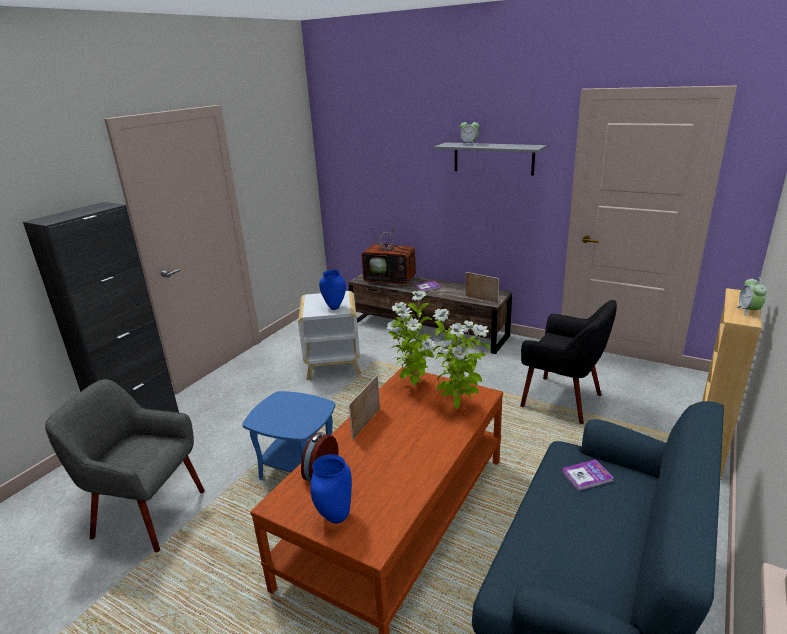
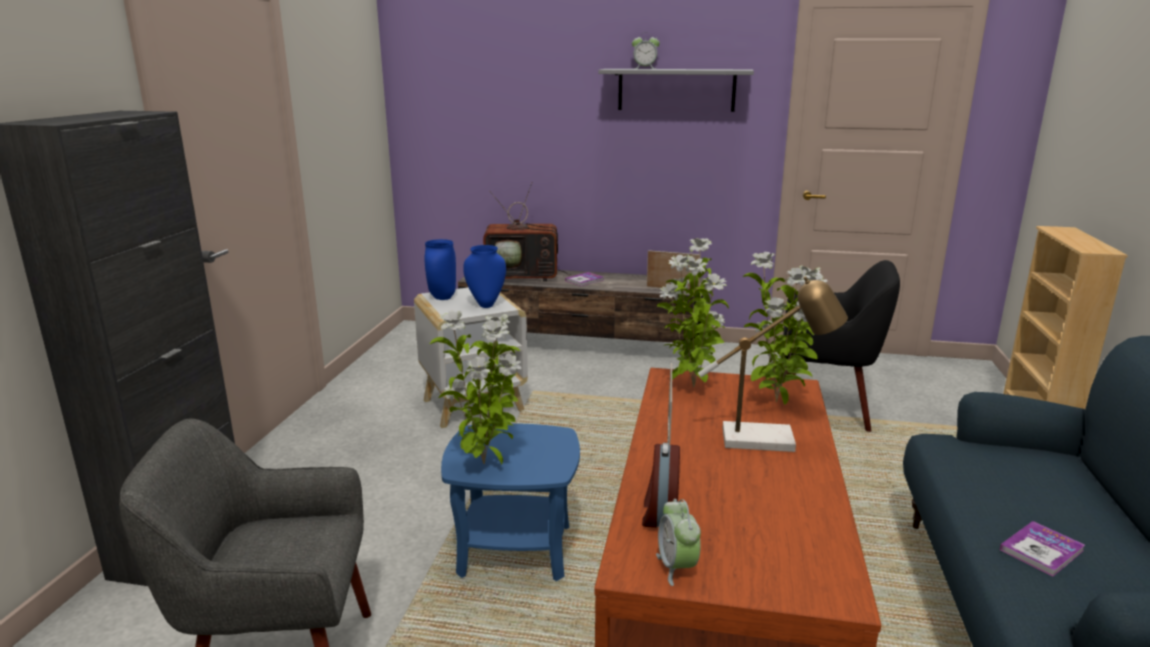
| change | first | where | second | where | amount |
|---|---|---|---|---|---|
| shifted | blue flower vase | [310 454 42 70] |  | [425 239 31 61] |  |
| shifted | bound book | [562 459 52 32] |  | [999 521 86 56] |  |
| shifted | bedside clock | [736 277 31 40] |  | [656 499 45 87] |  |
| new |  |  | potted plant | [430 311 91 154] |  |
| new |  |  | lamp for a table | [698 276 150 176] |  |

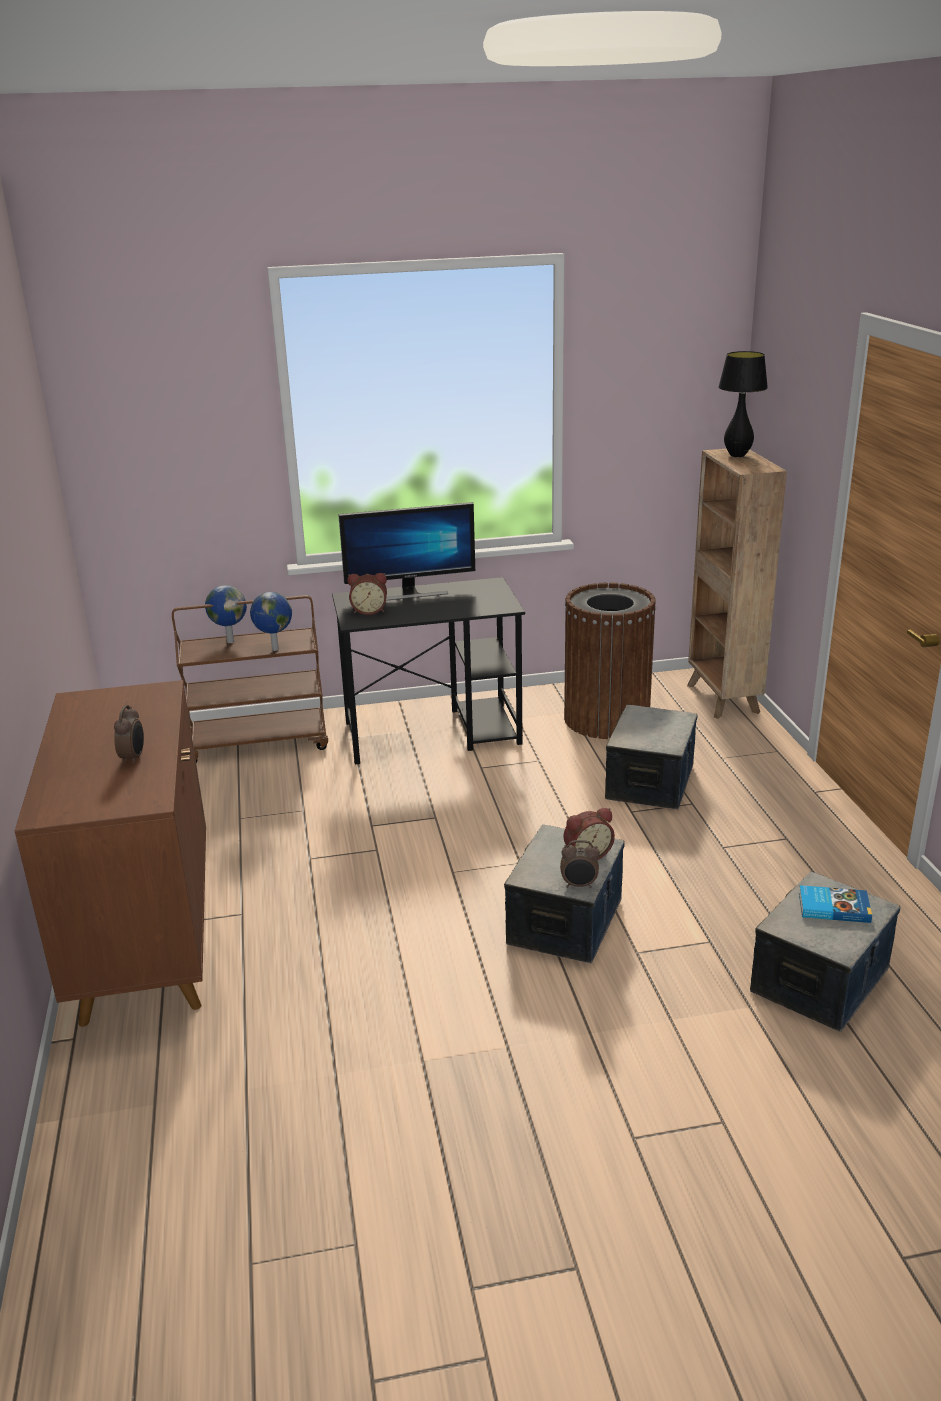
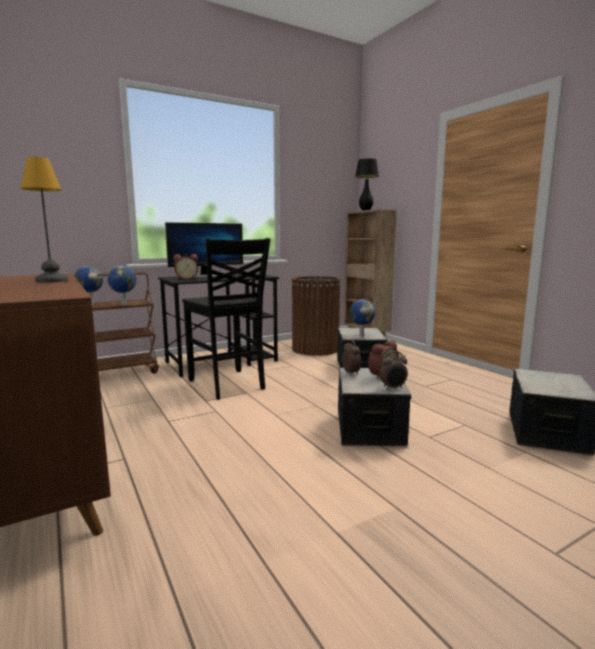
| change | first | where | second | where | amount |
|---|---|---|---|---|---|
| shifted | bedside clock | [114 705 30 59] |  | [342 340 19 35] |  |
| gone | bound book | [799 885 73 38] |  |  |  |
| new |  |  | lamp for a table | [21 157 47 126] |  |
| new |  |  | blackish chair | [182 238 88 162] |  |
| new |  |  | desk globe | [349 299 26 38] |  |

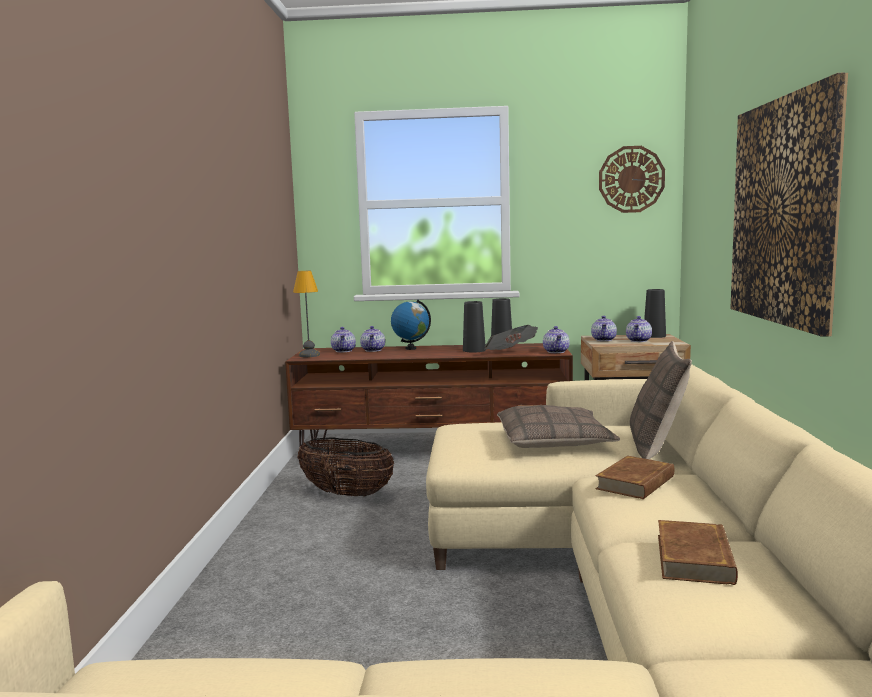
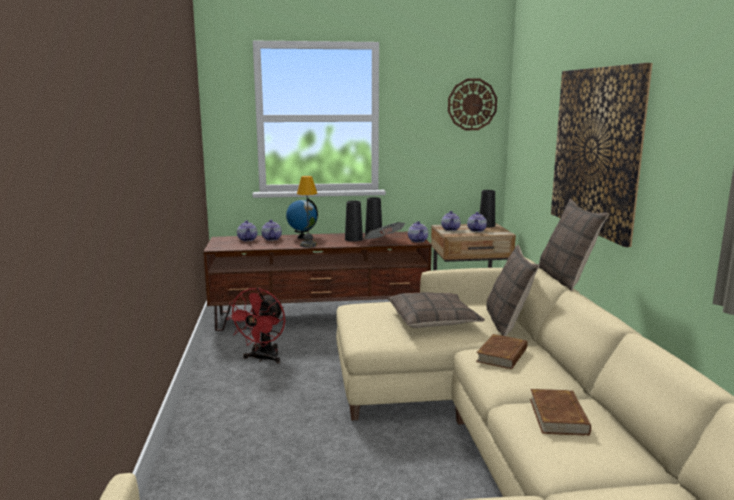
| change | first | where | second | where | amount |
|---|---|---|---|---|---|
| shifted | lamp for a table | [293 271 27 86] |  | [297 176 20 71] |  |
| swapped | household basket | [297 437 97 59] | red-coloured electric fan | [227 288 58 75] |  |
| new |  |  | cushion | [539 199 70 92] |  |

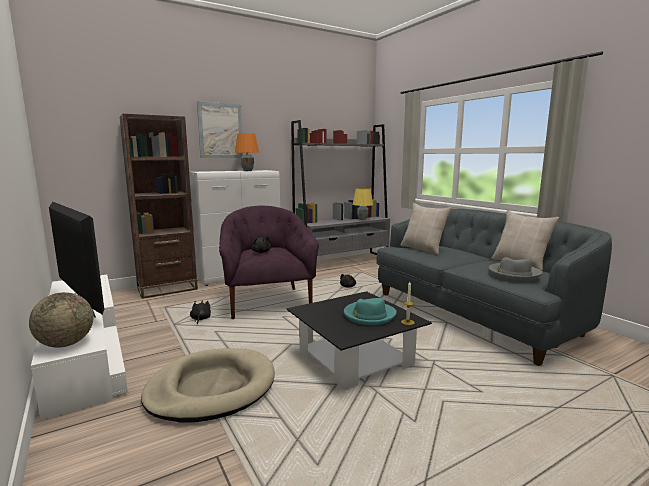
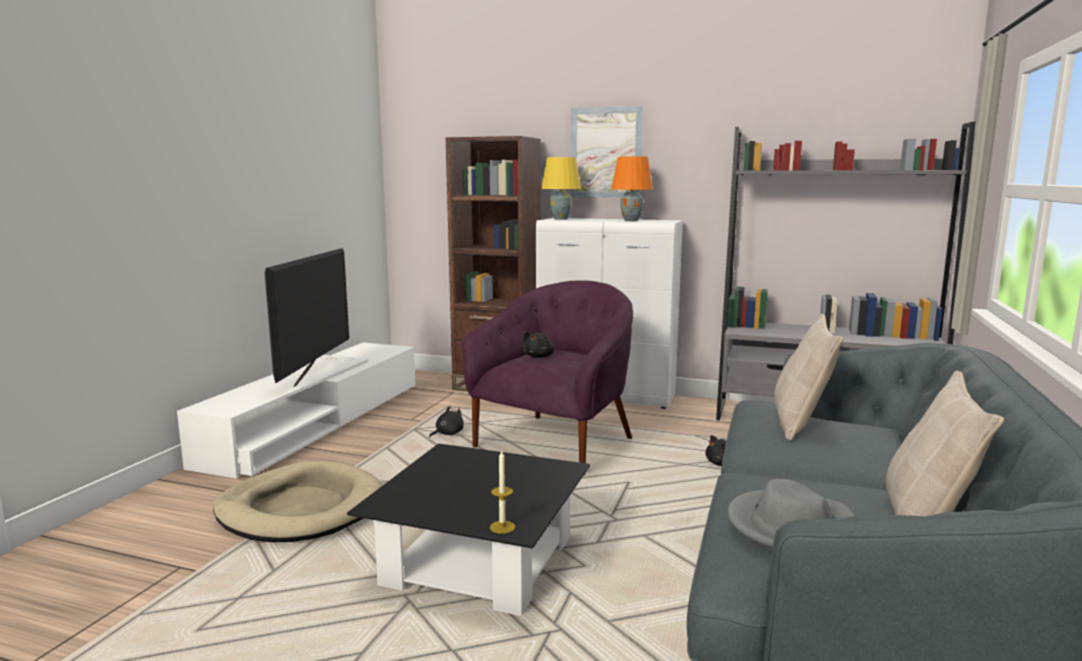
| change | first | where | second | where | amount |
|---|---|---|---|---|---|
| gone | desk globe | [29 292 65 56] |  |  |  |
| gone | blue-green clothing hat | [344 298 53 27] |  |  |  |
| shifted | yellow-coloured lamp for a table | [353 188 20 32] |  | [541 157 40 63] |  |

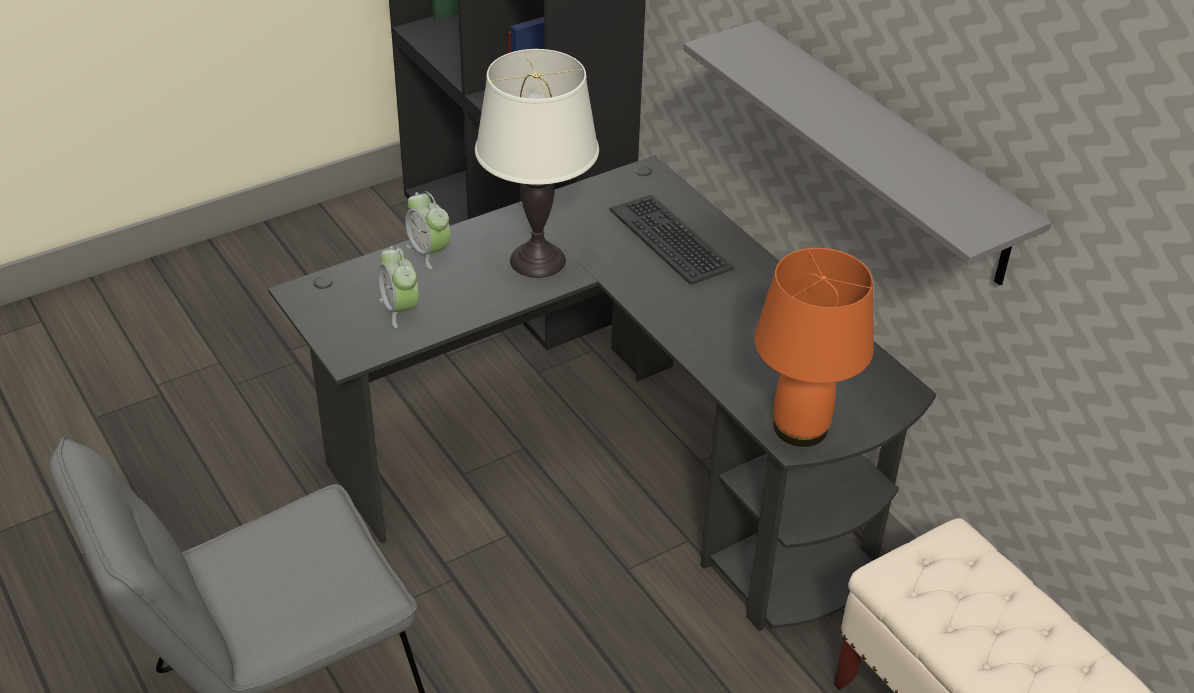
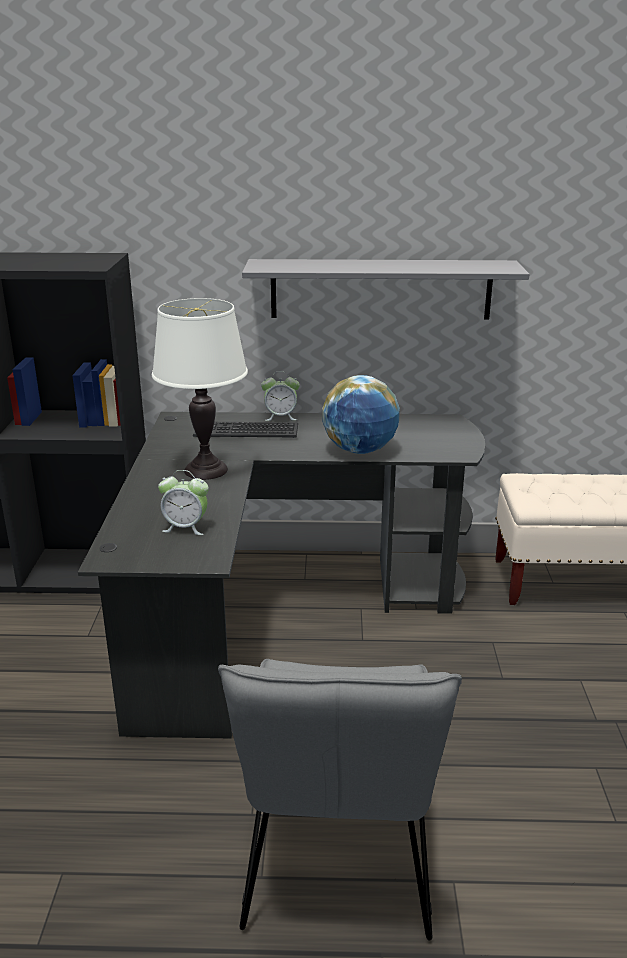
| change | first | where | second | where | amount |
|---|---|---|---|---|---|
| shifted | bedside clock | [405 191 46 78] |  | [261 371 39 50] |  |
| gone | orangey lamp for a table | [754 248 120 199] |  |  |  |
| new |  |  | desk globe | [322 375 78 79] |  |

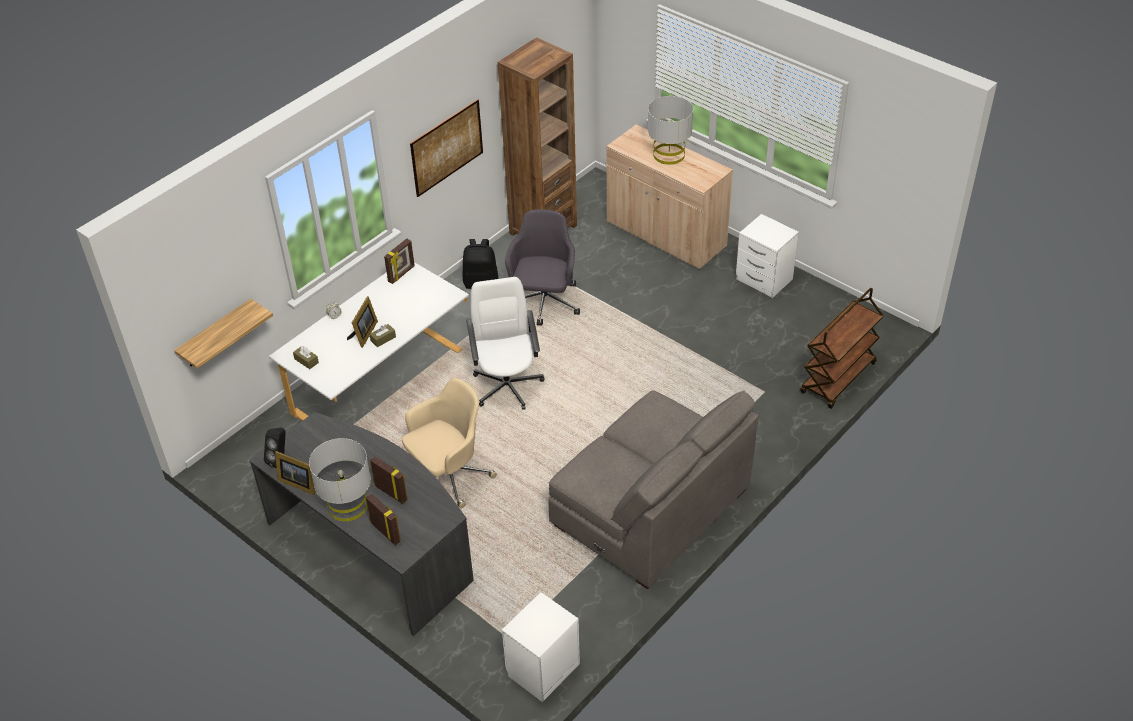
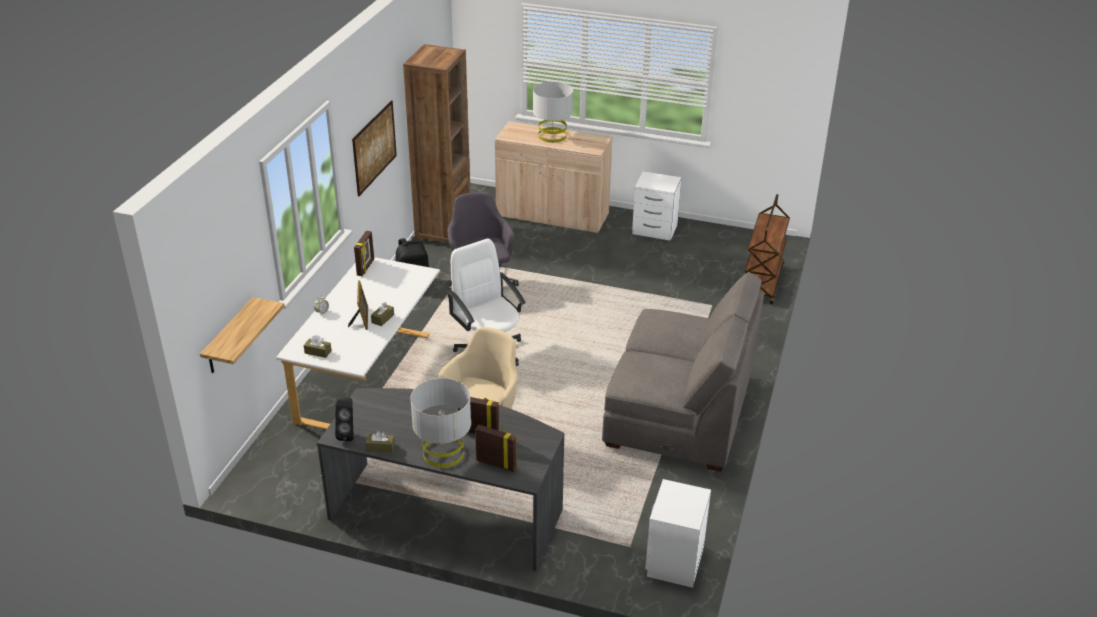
| change | first | where | second | where | amount |
|---|---|---|---|---|---|
| swapped | standing frame | [275 451 40 44] | brown box of tissues | [365 431 30 22] |  |

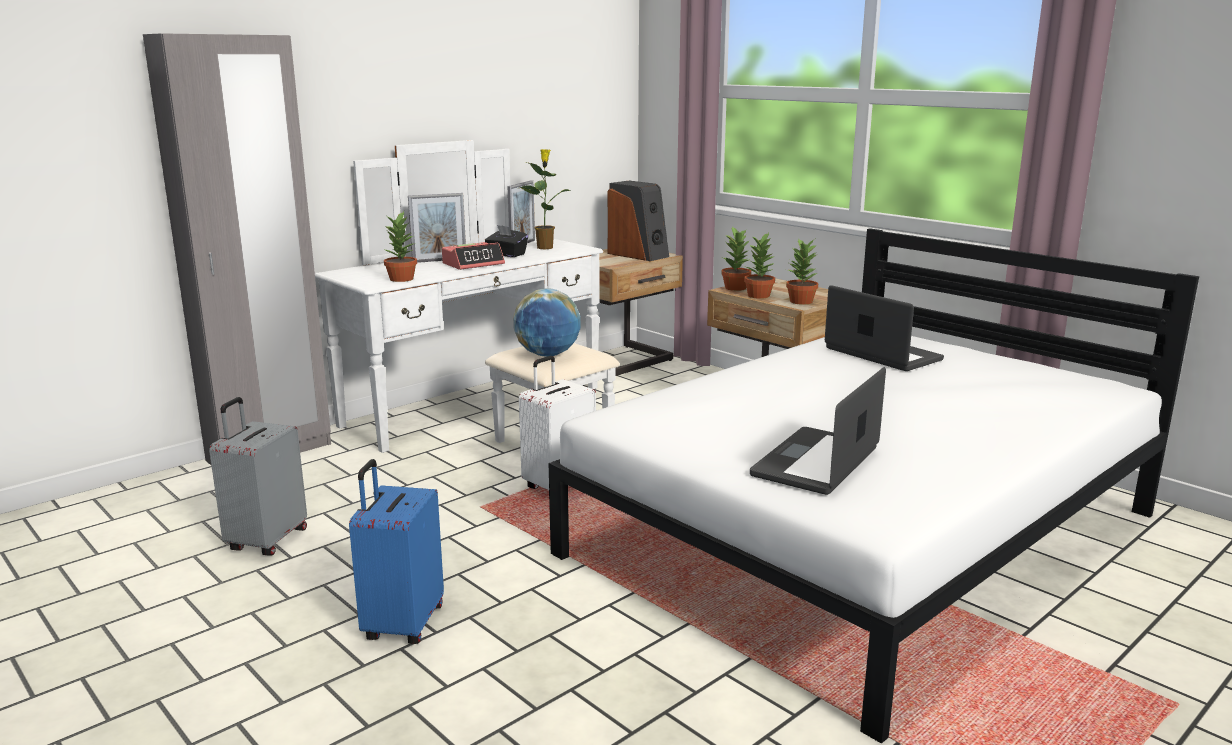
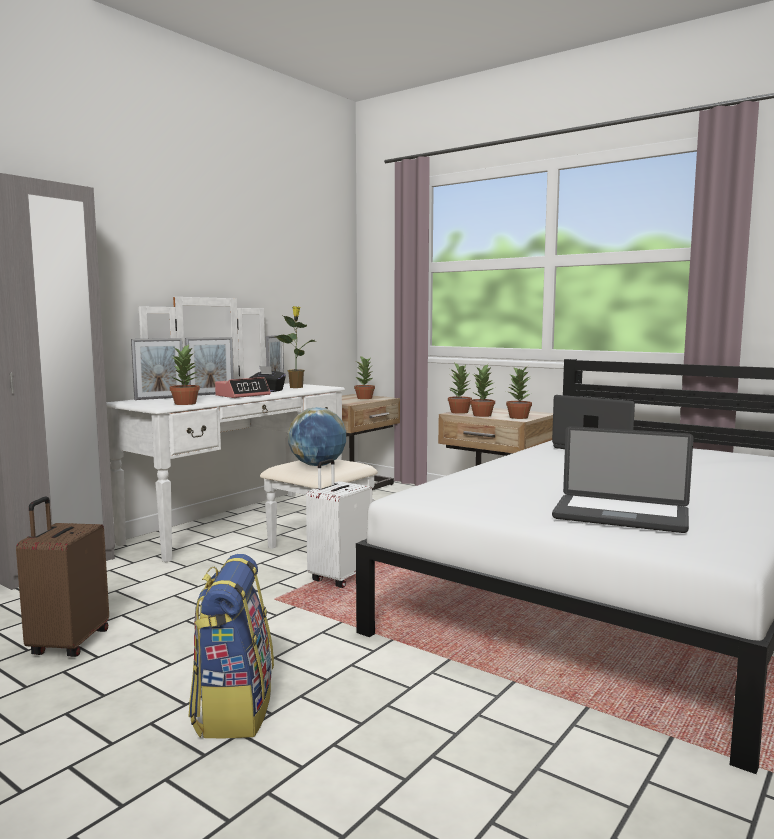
| change | first | where | second | where | amount |
|---|---|---|---|---|---|
| repainted | greyish travel case | [209 397 98 159] | brown travel case | [16 497 93 160] |  |
| swapped | blue travel case | [349 459 95 185] | knapsack | [188 554 86 184] |  |
| swapped | audio speaker | [607 181 62 80] | potted plant | [354 357 21 42] |  |
| rotated | portable computer | [750 367 136 128] |  | [552 426 142 107] | 90 degrees counterclockwise |
| new |  |  | standing frame | [131 338 52 62] |  |

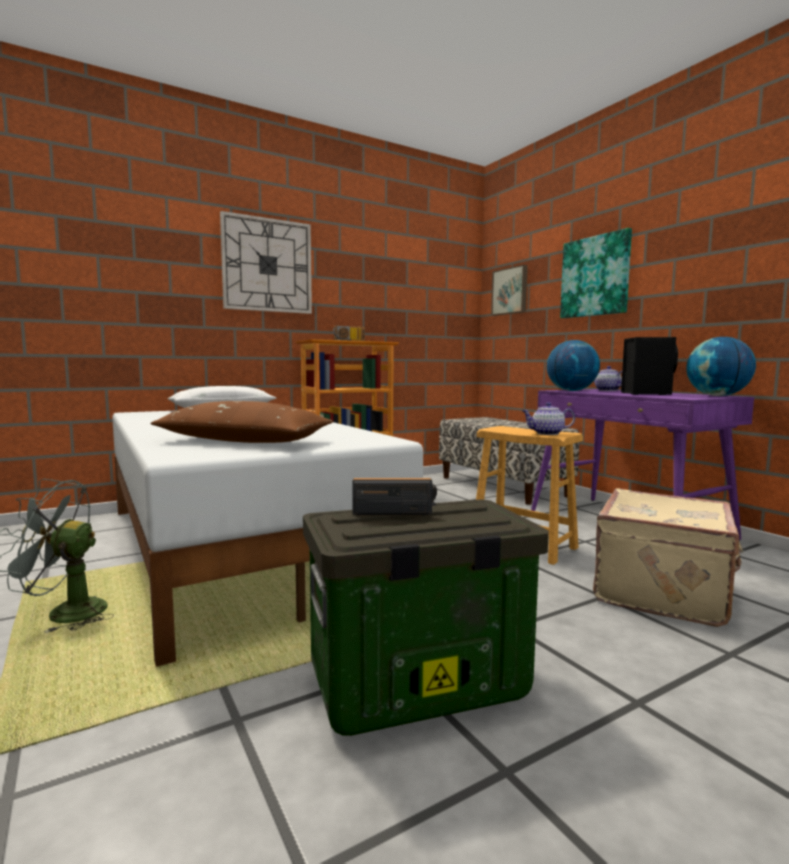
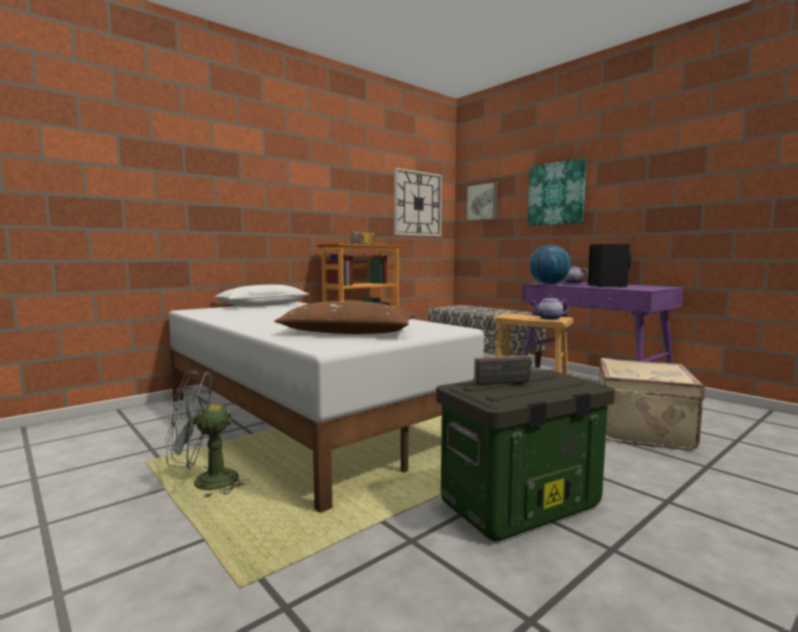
| change | first | where | second | where | amount |
|---|---|---|---|---|---|
| shifted | wall clock | [220 211 92 103] |  | [394 168 48 68] |  |
| gone | desk globe | [686 337 70 59] |  |  |  |

